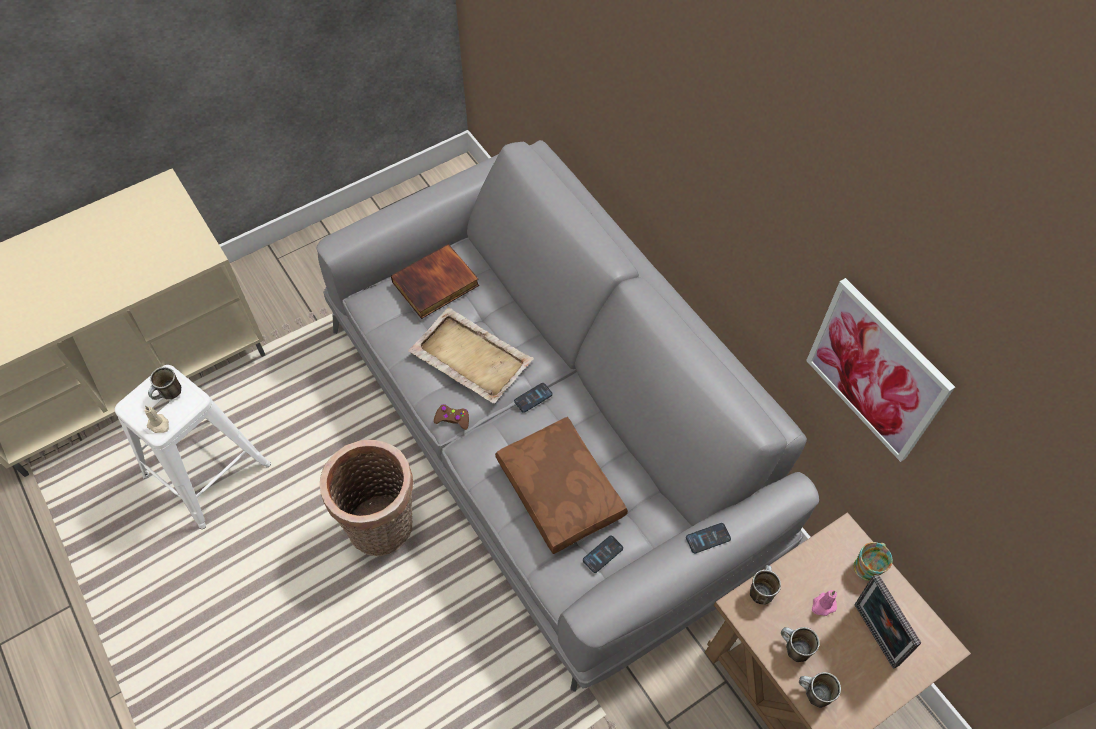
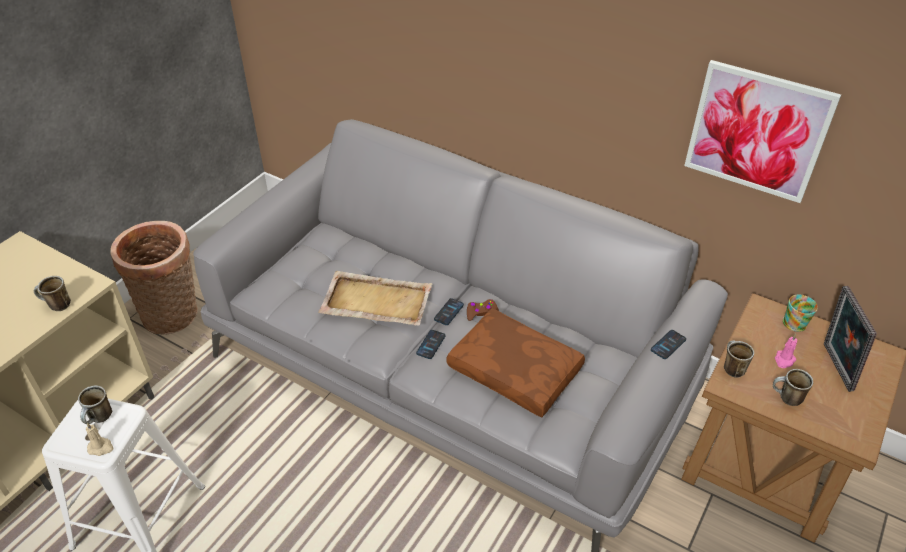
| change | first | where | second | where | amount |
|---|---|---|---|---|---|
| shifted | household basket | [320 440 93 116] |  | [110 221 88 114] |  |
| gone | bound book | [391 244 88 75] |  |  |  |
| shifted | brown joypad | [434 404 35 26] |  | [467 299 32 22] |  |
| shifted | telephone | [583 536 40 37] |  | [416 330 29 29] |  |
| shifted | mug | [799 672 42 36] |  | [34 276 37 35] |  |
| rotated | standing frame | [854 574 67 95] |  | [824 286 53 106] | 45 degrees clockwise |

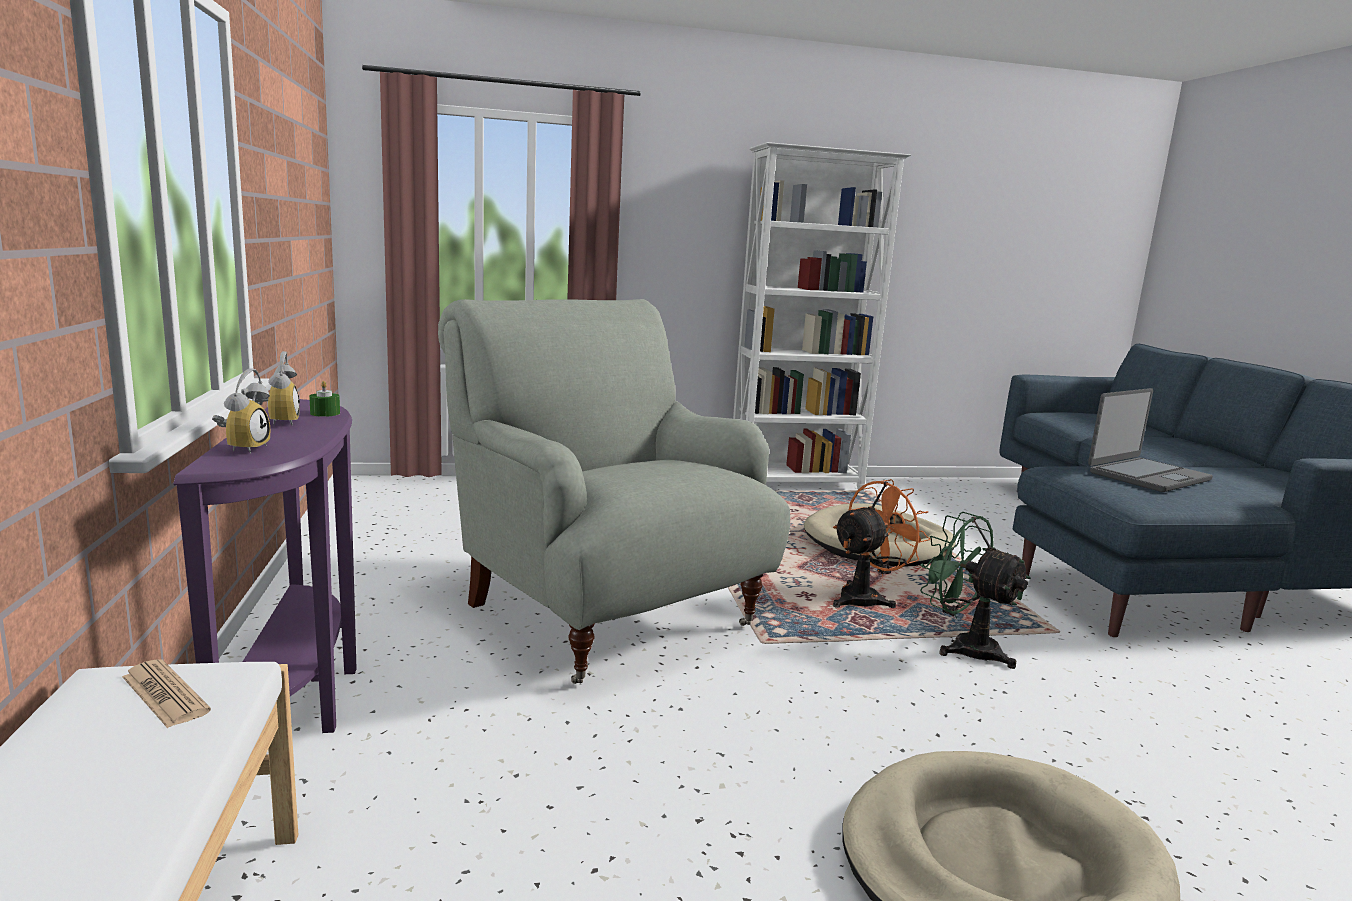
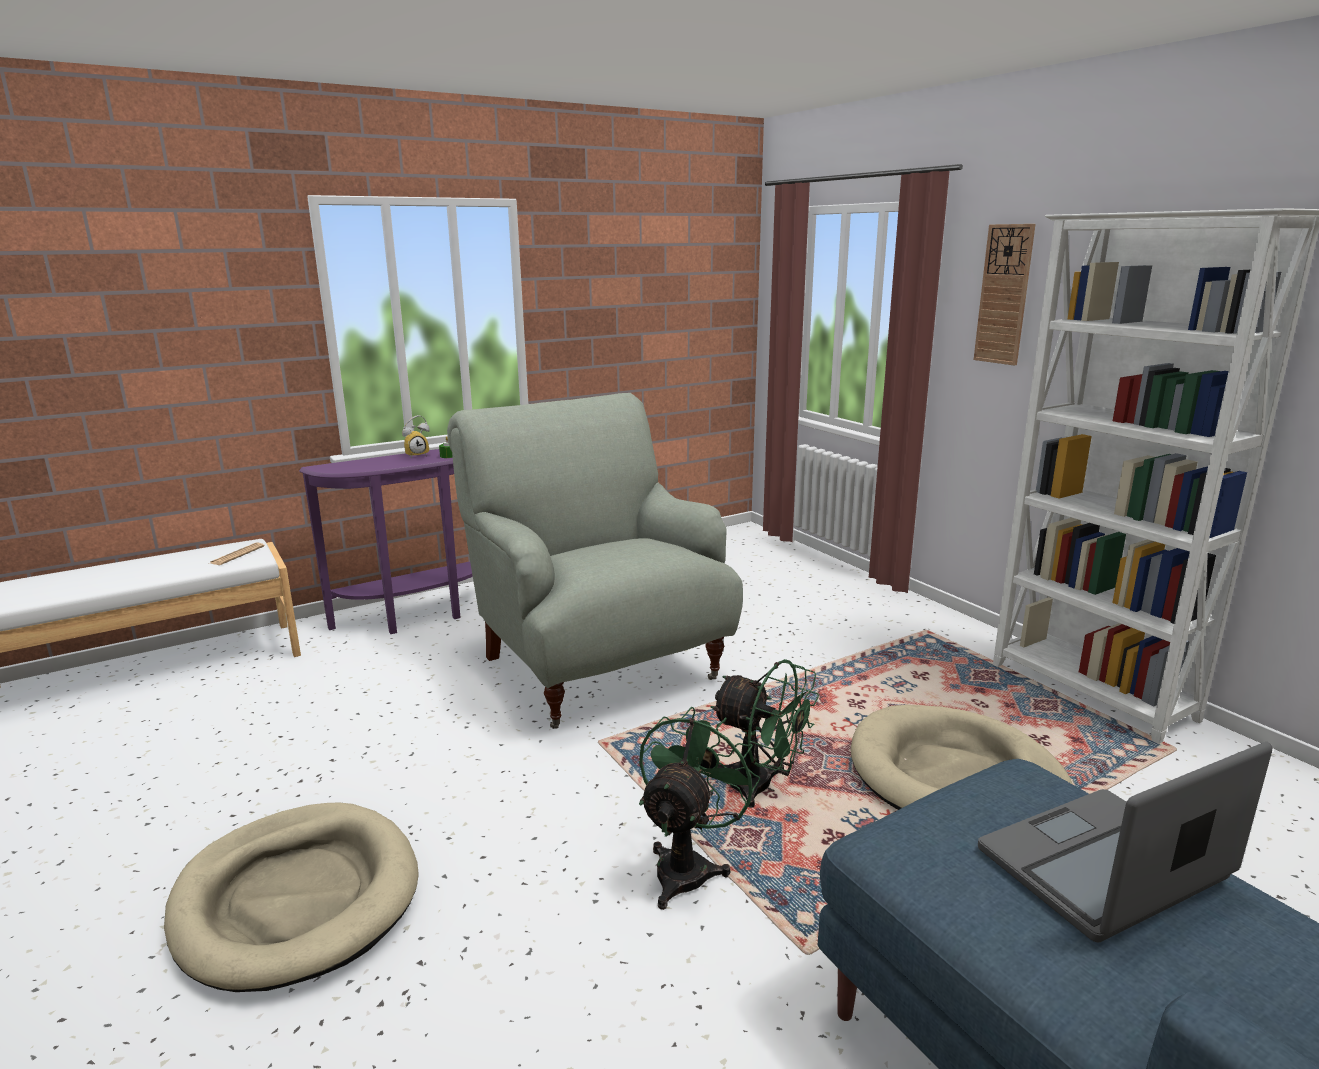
| change | first | where | second | where | amount |
|---|---|---|---|---|---|
| gone | bedside clock | [212 368 59 86] |  |  |  |
| rotated | greyish armchair | [438 299 352 385] |  | [447 393 296 336] | 60 degrees counterclockwise |
| repainted | orangey electric fan | [833 479 98 129] | green-coloured electric fan | [710 659 109 149] |  |
| rotated | portable computer | [1088 388 125 104] |  | [978 742 294 200] | 120 degrees clockwise |
| new |  |  | wall clock | [974 224 62 142] |  |

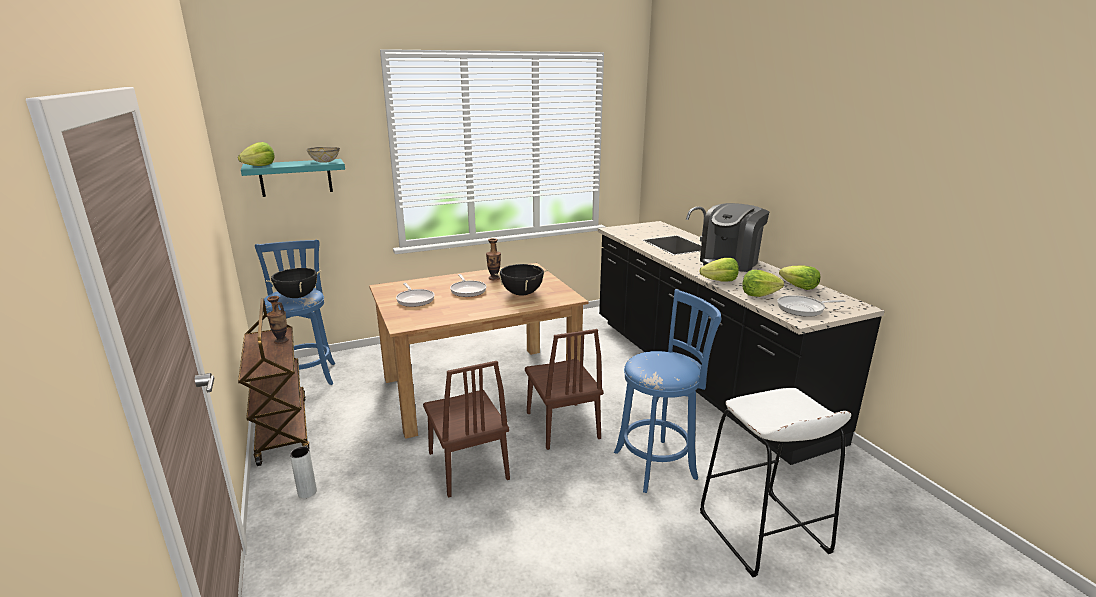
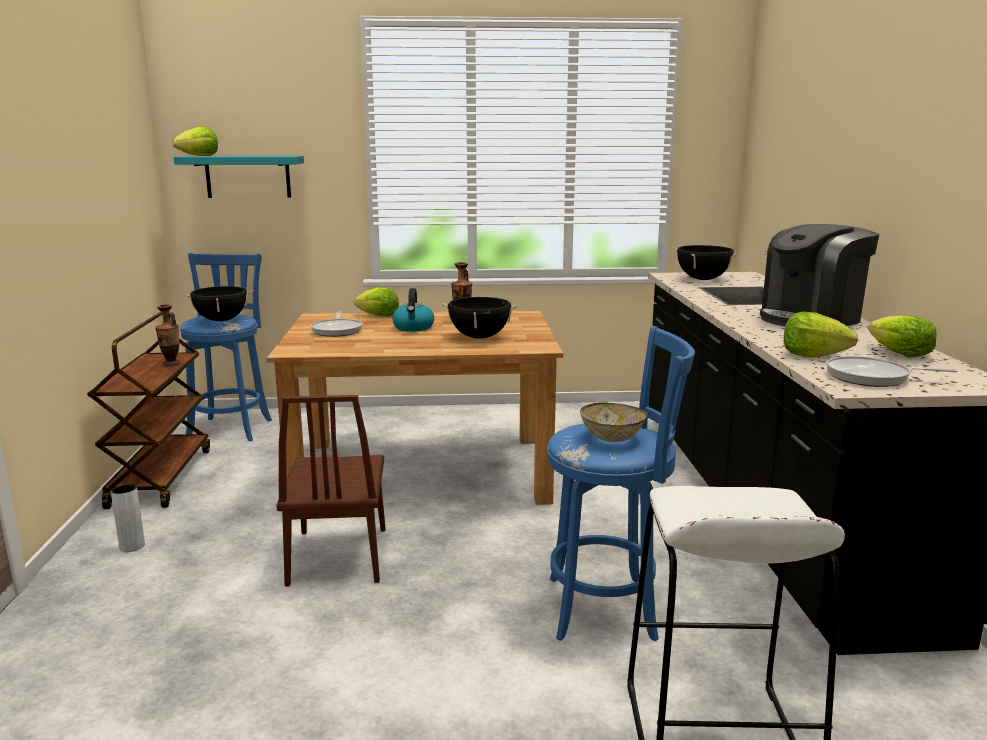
| change | first | where | second | where | amount |
|---|---|---|---|---|---|
| shifted | serving bowl | [306 147 34 16] |  | [580 403 67 39] |  |
| swapped | skillet | [450 274 36 23] | water kettle | [392 288 42 44] |  |
| gone | brown chair | [525 329 78 121] |  |  |  |
| shifted | lettuce | [699 258 40 23] |  | [354 287 45 30] |  |
| new |  |  | blackish saucepot | [673 245 66 35] |  |

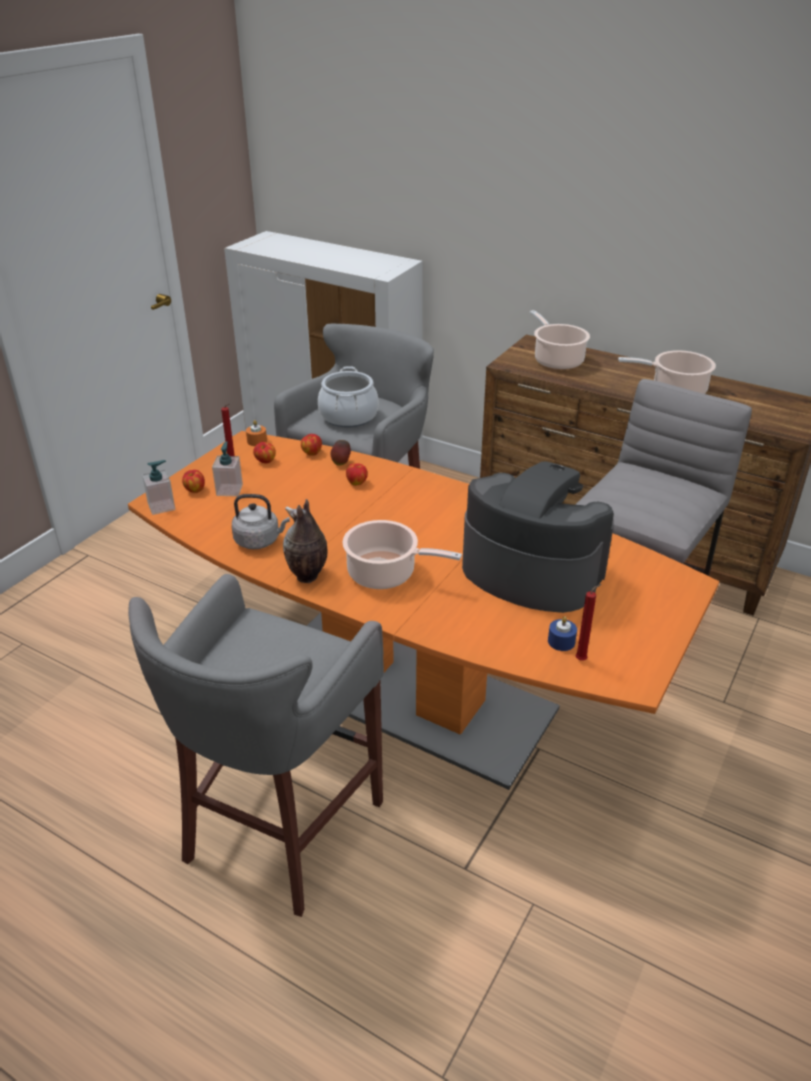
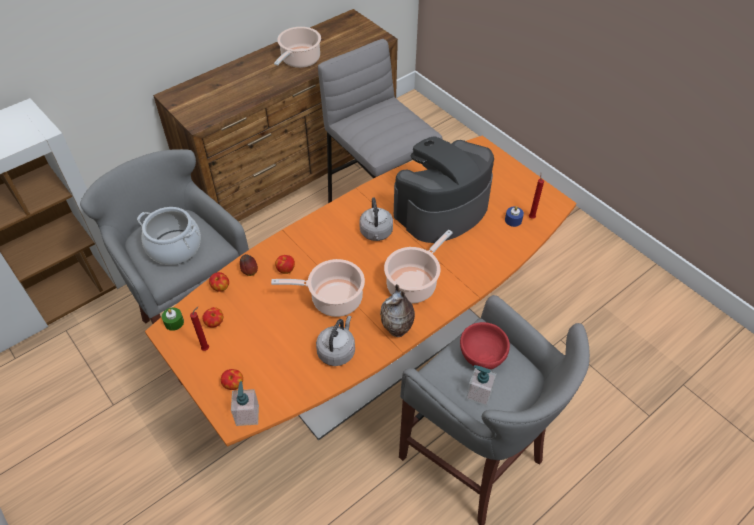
| change | first | where | second | where | amount |
|---|---|---|---|---|---|
| shifted | soap bottle | [212 441 31 55] |  | [466 365 31 41] |  |
| repainted | orangey wax candle | [246 420 21 26] | green-coloured wax candle | [162 308 22 23] |  |
| shifted | saucepot | [530 310 60 60] |  | [271 259 94 58] |  |
| new |  |  | greyish water kettle | [359 197 34 44] |  |
| new |  |  | red-coloured serving bowl | [460 322 50 47] |  |

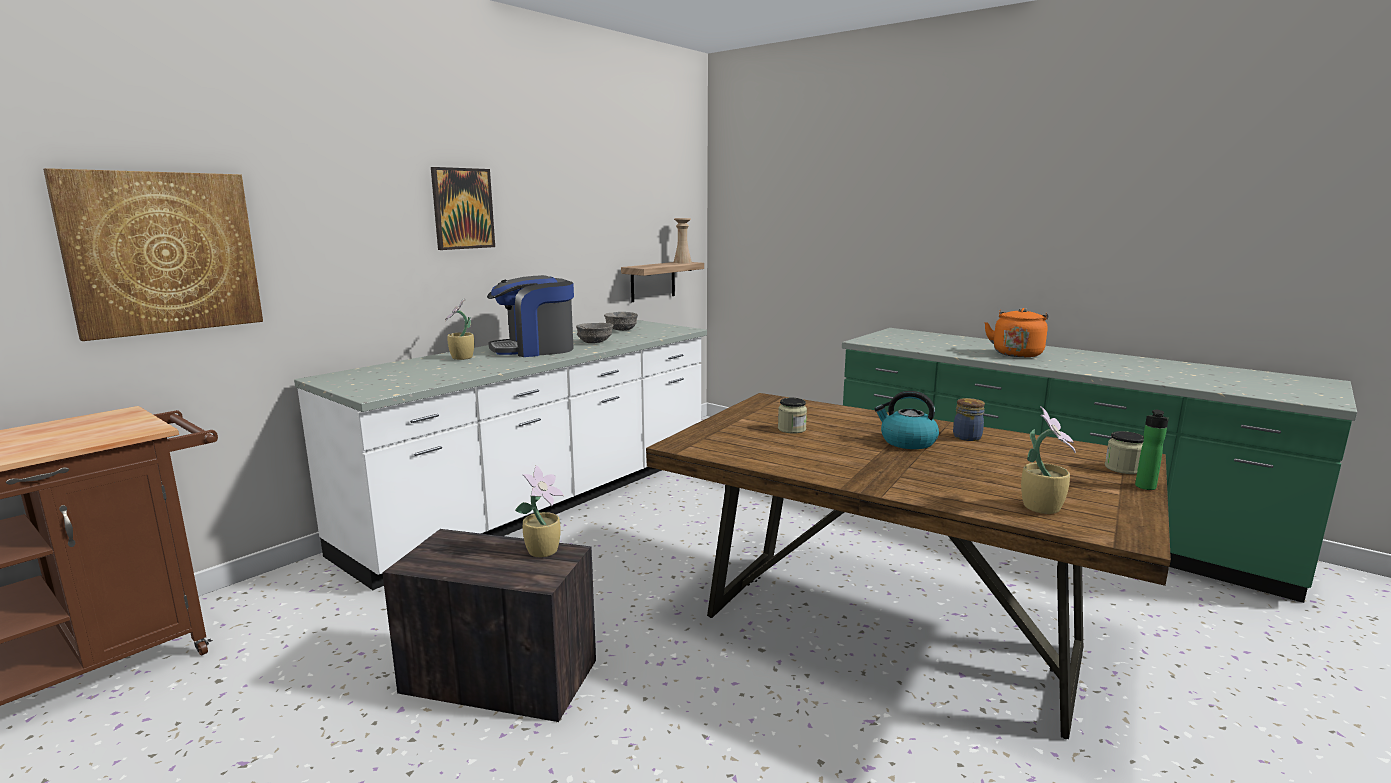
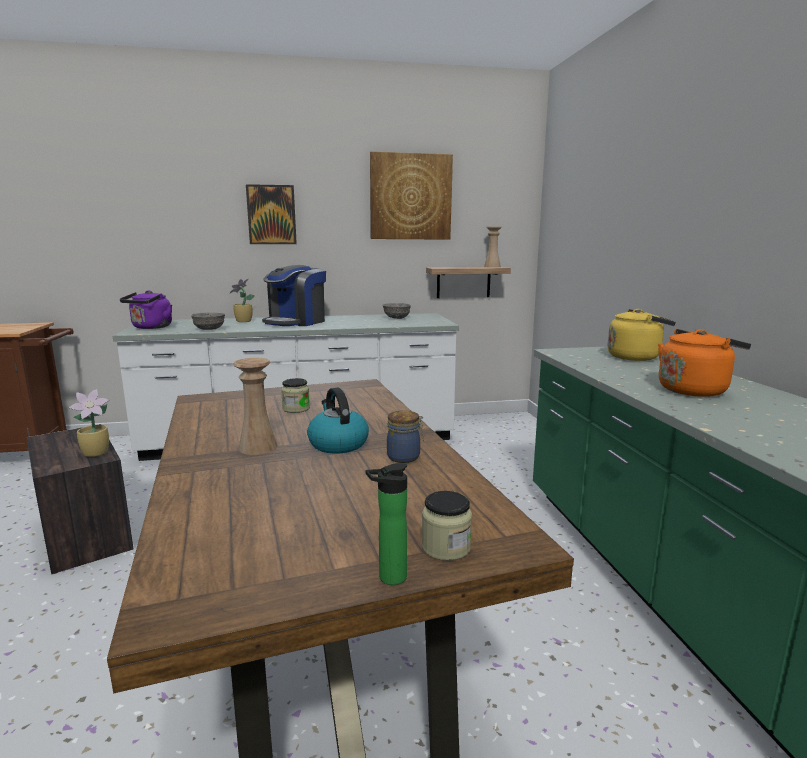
| change | first | where | second | where | amount |
|---|---|---|---|---|---|
| shifted | wall art | [43 168 220 173] |  | [370 152 83 88] |  |
| rotated | coffee maker | [487 275 87 82] |  | [262 265 64 61] | 75 degrees counterclockwise |
| shifted | greyish serving bowl | [576 323 37 20] |  | [191 313 34 17] |  |
| gone | potted plant | [1021 406 55 108] |  |  |  |
| new |  |  | purple-coloured water kettle | [120 290 52 39] |  |
| new |  |  | sand-coloured flower vase | [233 358 45 97] |  |
| new |  |  | yellow-coloured water kettle | [608 309 68 52] |  |

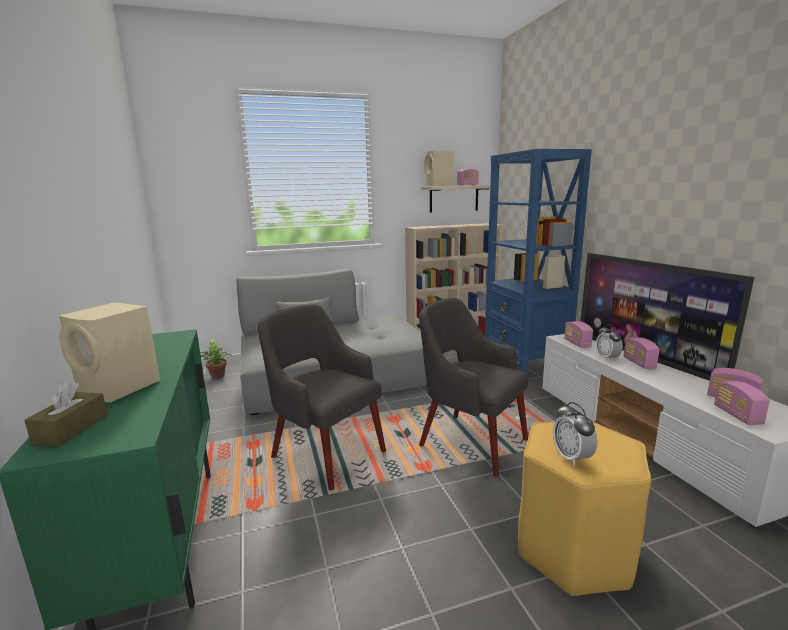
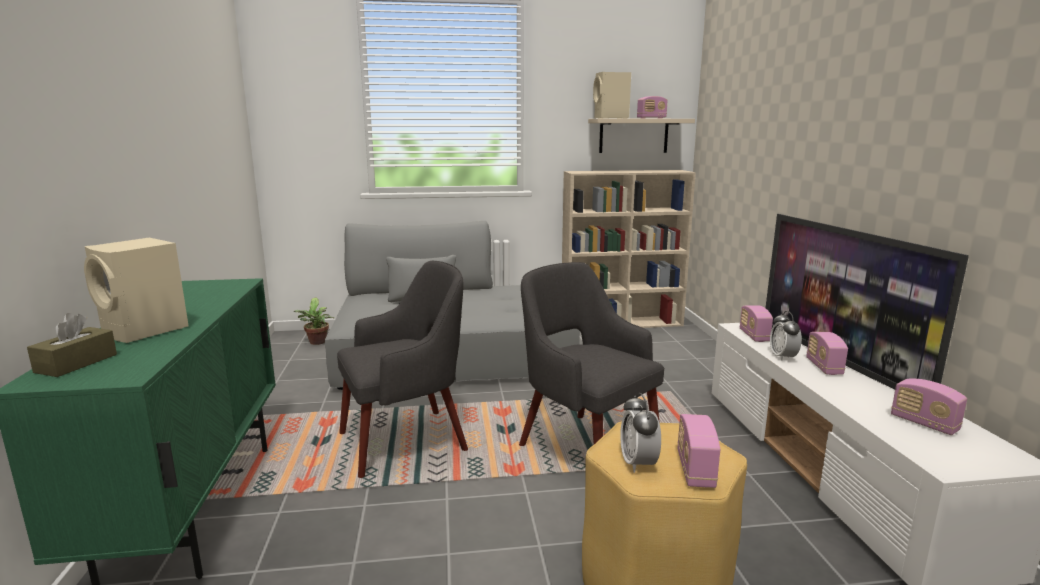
| change | first | where | second | where | amount |
|---|---|---|---|---|---|
| rotated | greyish armchair | [258 305 128 185] |  | [337 261 131 217] | 105 degrees clockwise |
| gone | blue bookcase | [485 149 107 223] |  |  |  |
| shifted | radio | [714 381 56 44] |  | [677 414 43 74] |  |

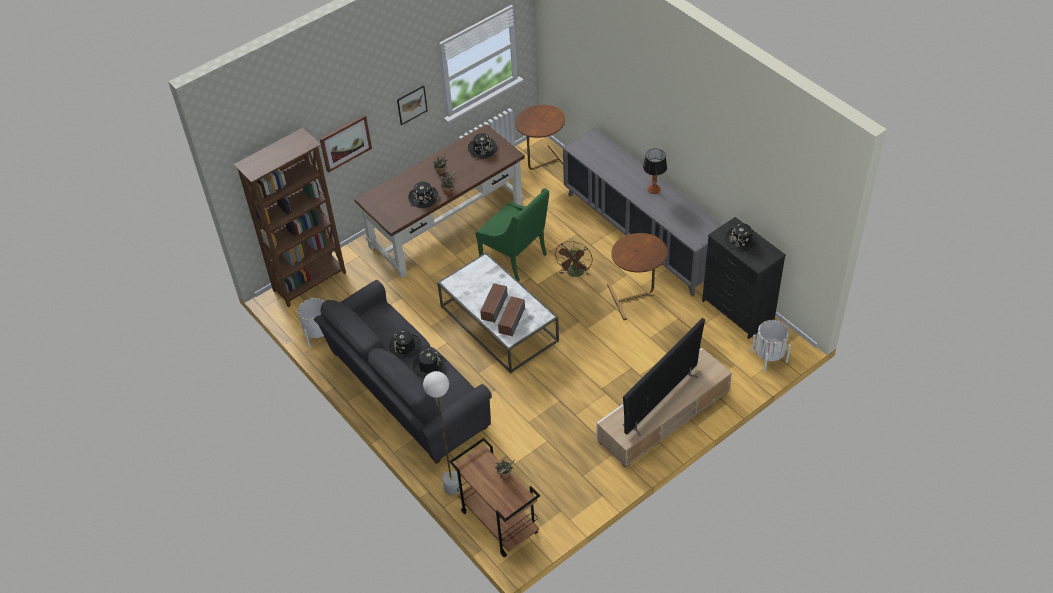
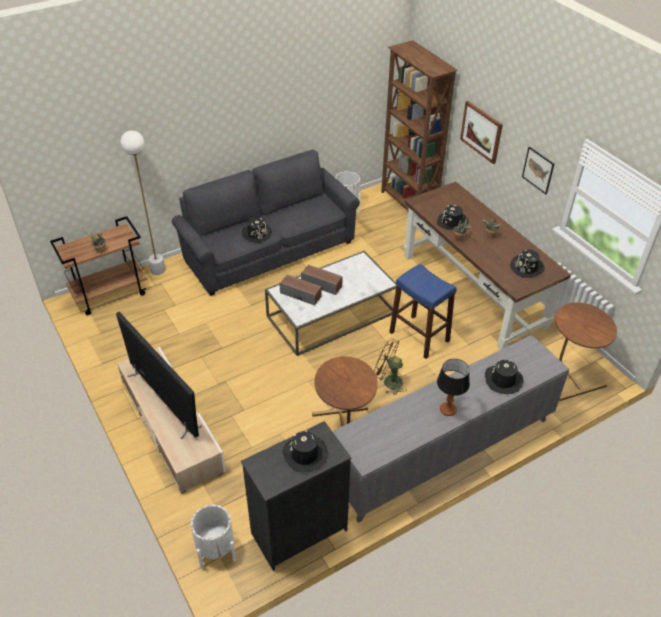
| change | first | where | second | where | amount |
|---|---|---|---|---|---|
| shifted | blackish clothing hat | [390 330 32 29] |  | [484 360 39 34] |  |
| swapped | green-coloured armchair | [476 188 73 93] | blue stool seat | [390 264 66 95] |  |

